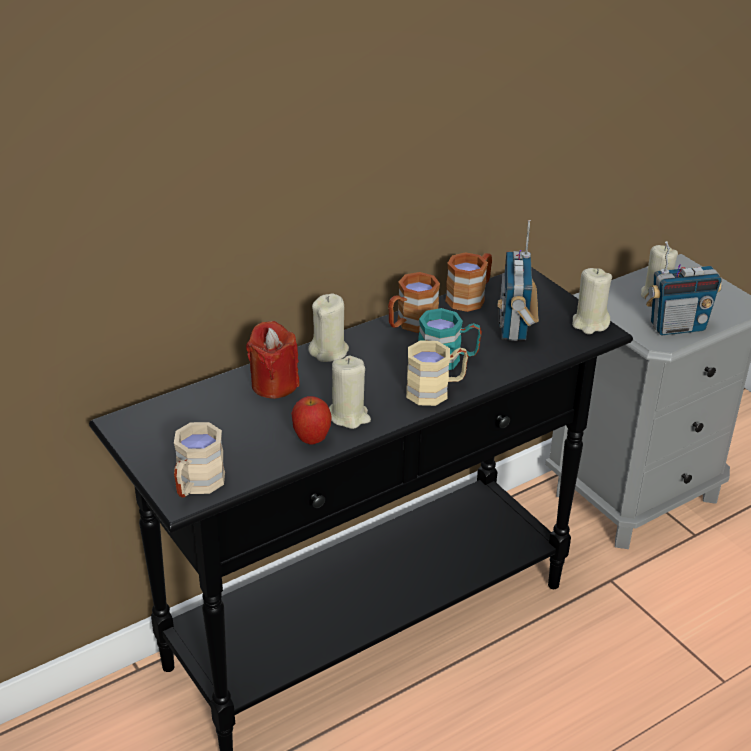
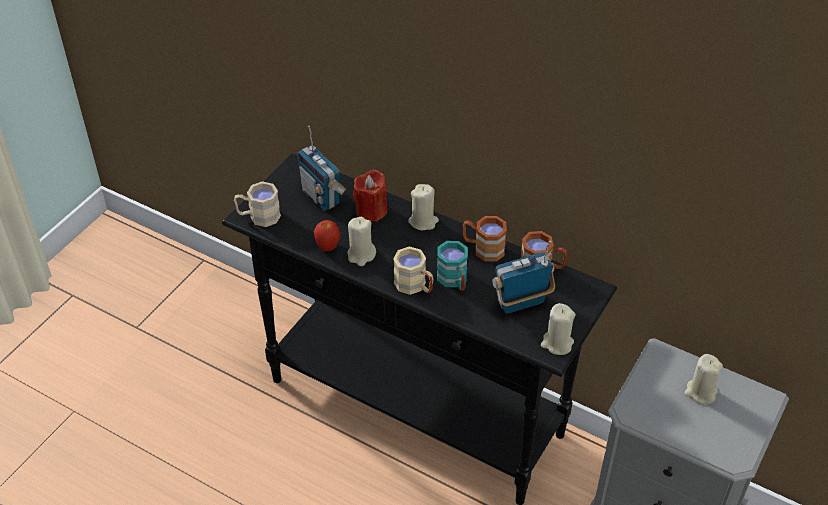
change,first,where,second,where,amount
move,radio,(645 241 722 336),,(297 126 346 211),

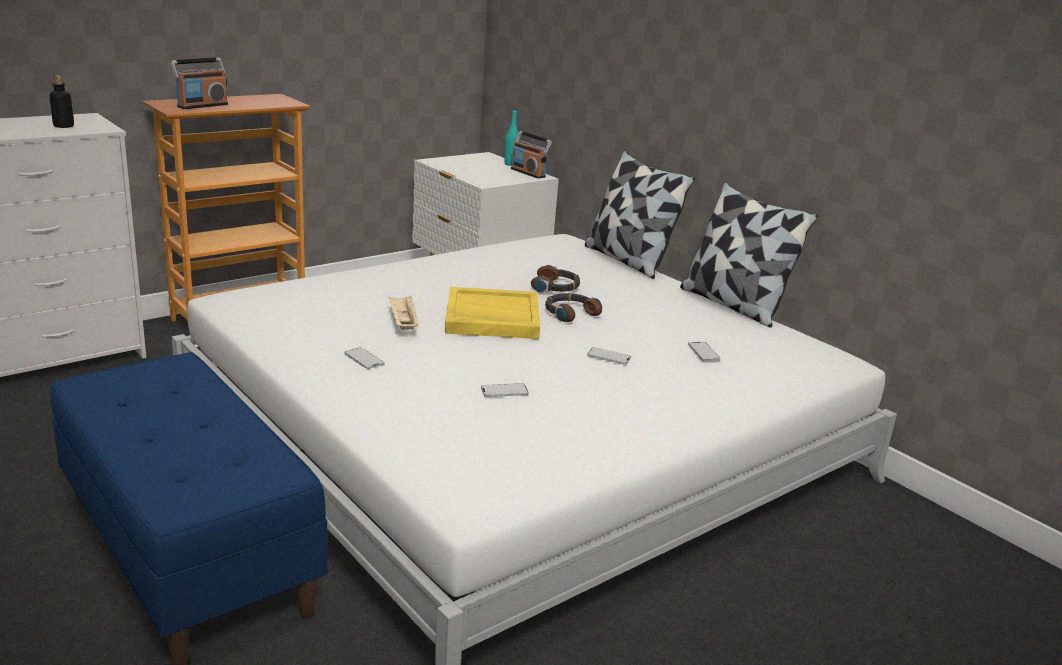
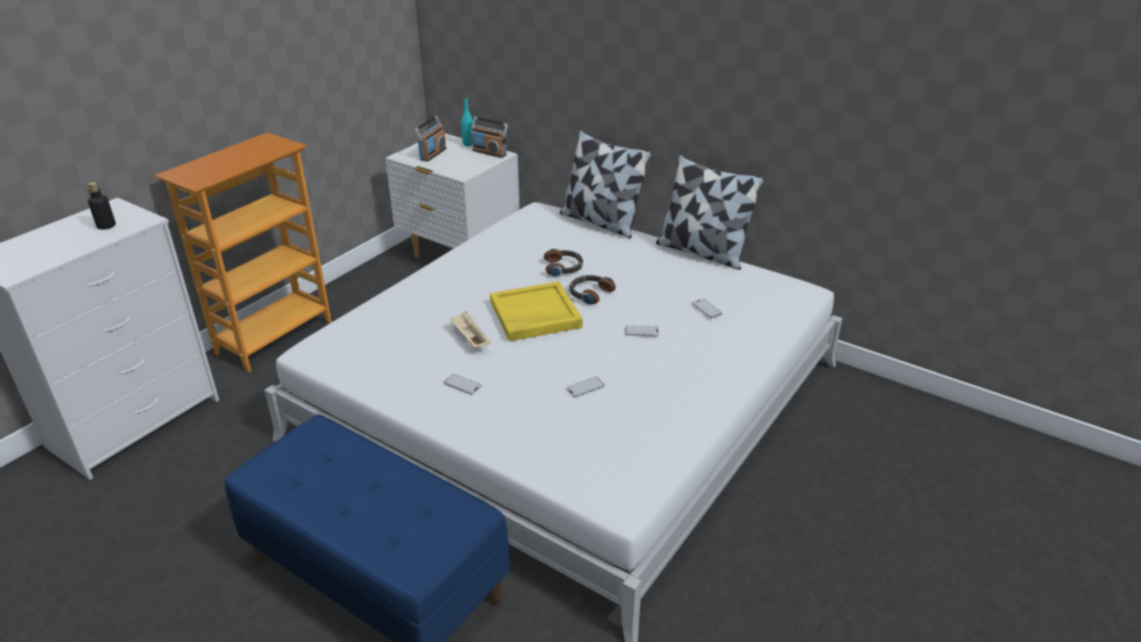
change,first,where,second,where,amount
move,radio,(170 57 228 109),,(414 116 447 162),

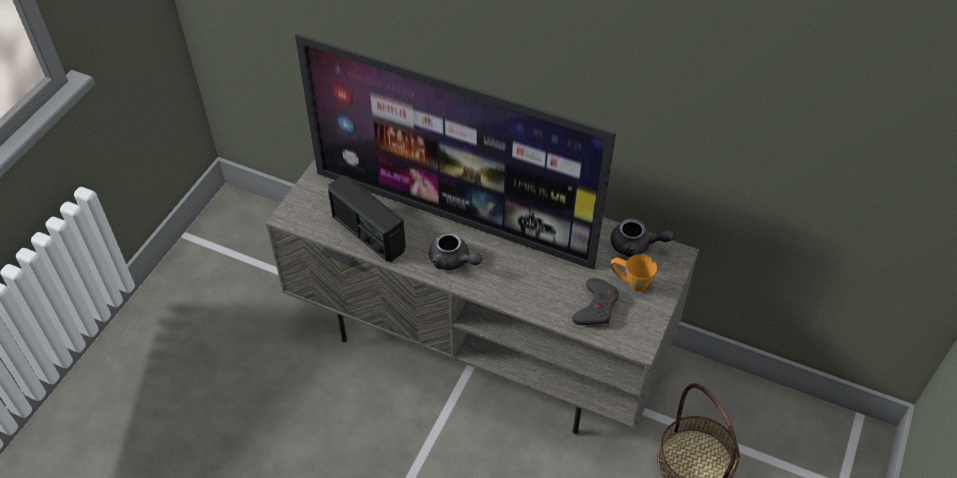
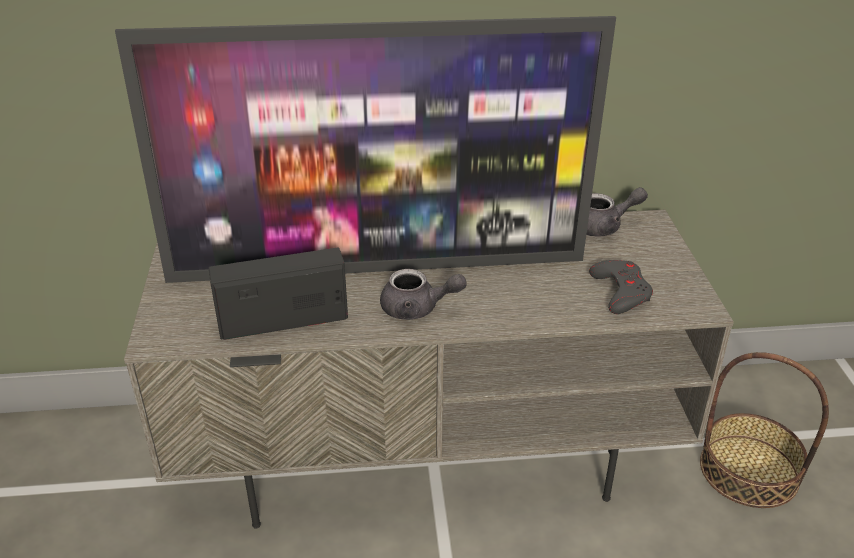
change,first,where,second,where,amount
rotate,radio,(328 175 406 262),,(209 247 348 340),150 degrees clockwise
delete,kubek (pomarańczowy),(611 254 657 292),,,

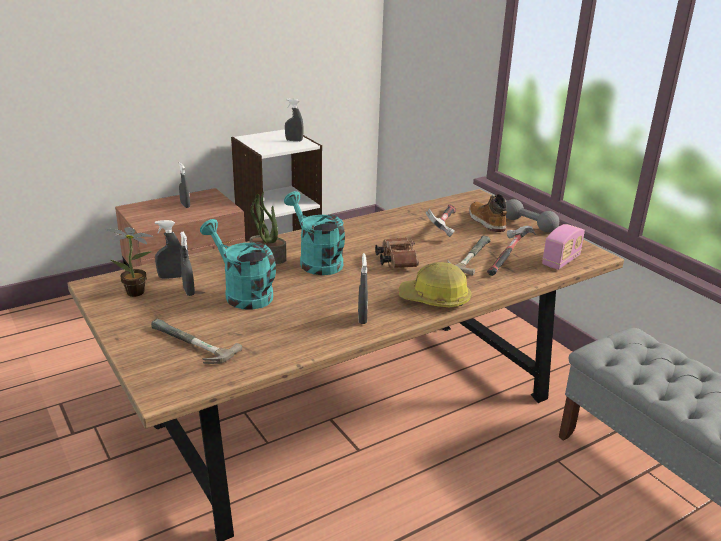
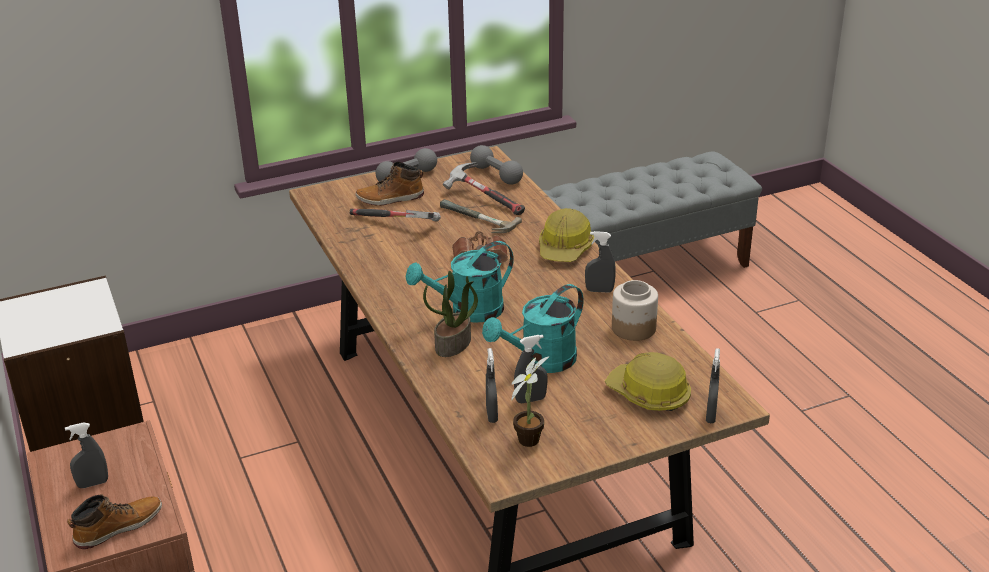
change,first,where,second,where,amount
move,spryskiwacz (szary),(285 99 303 141),,(706 349 720 423),
replace,radio,(542 224 585 270),hantel (szary),(470 145 523 185),
replace,młotek,(151 319 242 364),kask,(605 352 691 411),
insert,,,słoik,(612 280 658 341),
insert,,,but z cholewką,(67 494 162 549),

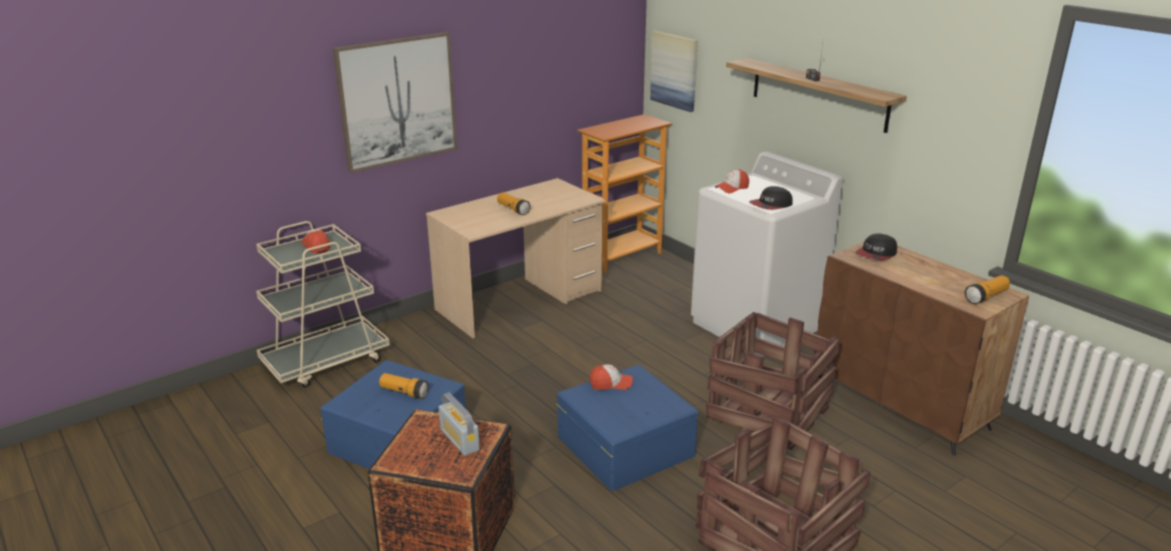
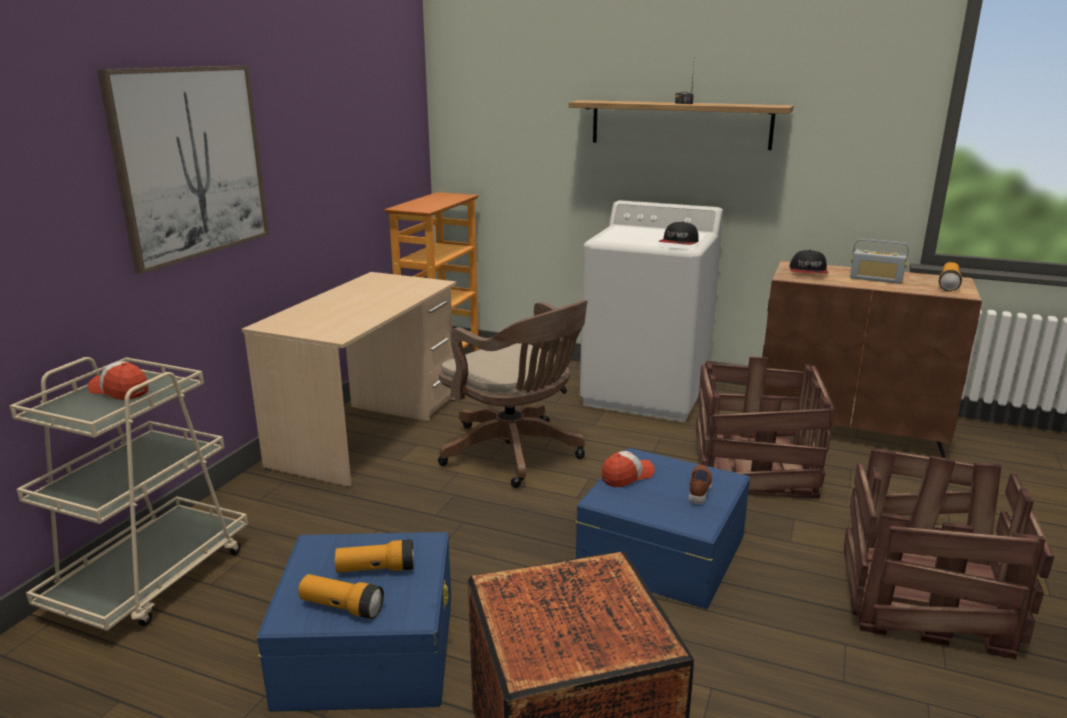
change,first,where,second,where,amount
delete,obraz,(650 31 698 112),,,
delete,czapka z daszkiem,(715 169 749 193),,,
move,latarka,(497 192 531 215),,(298 574 384 619),
move,radio,(438 393 480 456),,(850 239 909 284),
insert,,,krzesło biurowe (brązowy),(438 300 588 488),
insert,,,but (brązowy),(689 464 712 504),

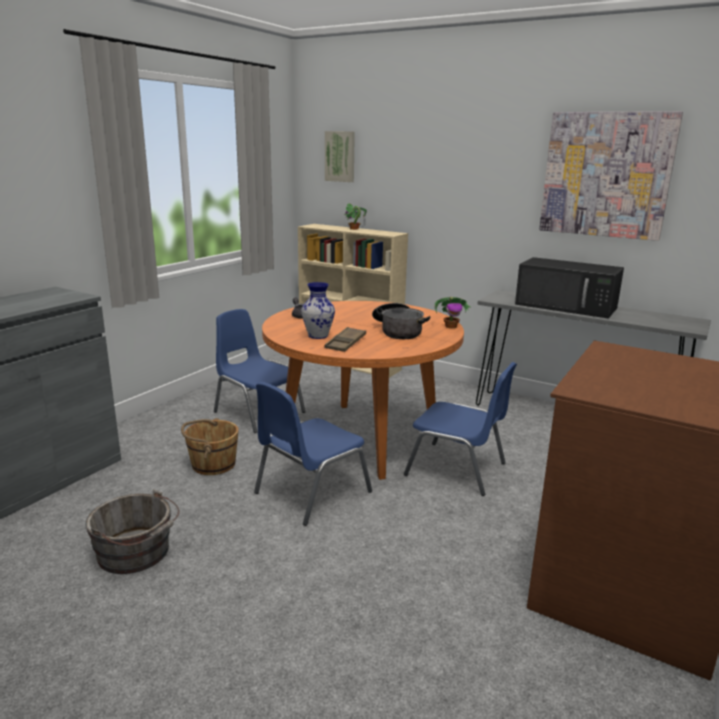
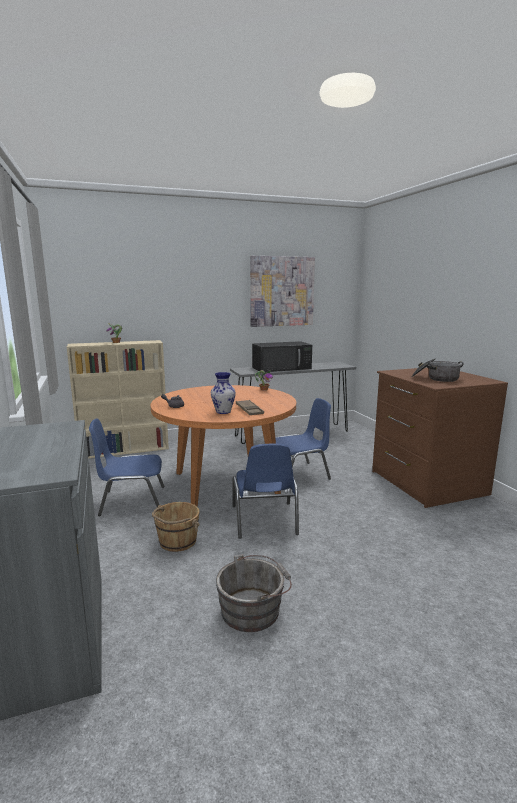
change,first,where,second,where,amount
delete,obraz,(325 131 355 182),,,
move,garnek,(372 303 430 339),,(411 358 464 382),

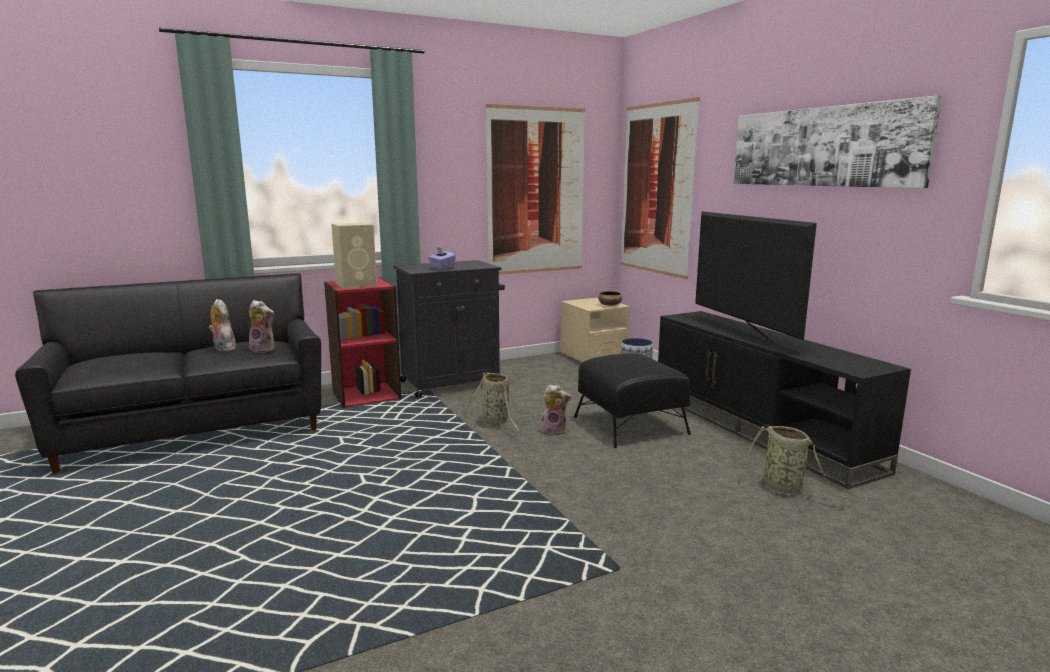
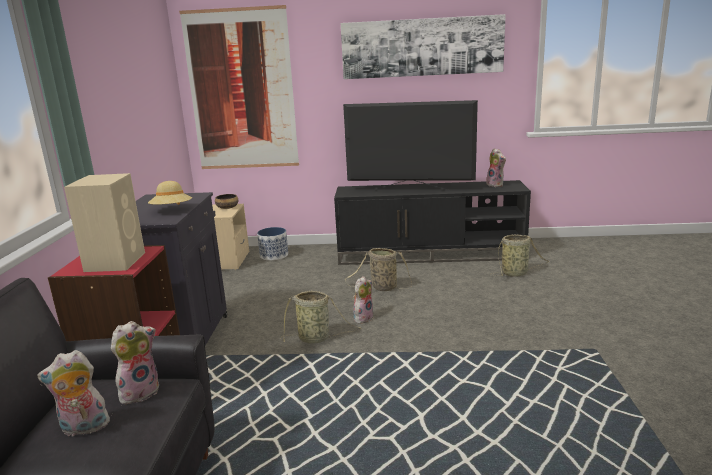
change,first,where,second,where,amount
delete,obraz,(486 104 585 275),,,
replace,pudełko chusteczek (fioletowy),(428 247 456 270),kapelusz (beżowy),(148 181 192 205),
replace,pufa (czarny),(574 353 691 448),koszyk,(345 248 412 291),
insert,,,pluszak,(486 148 506 187),

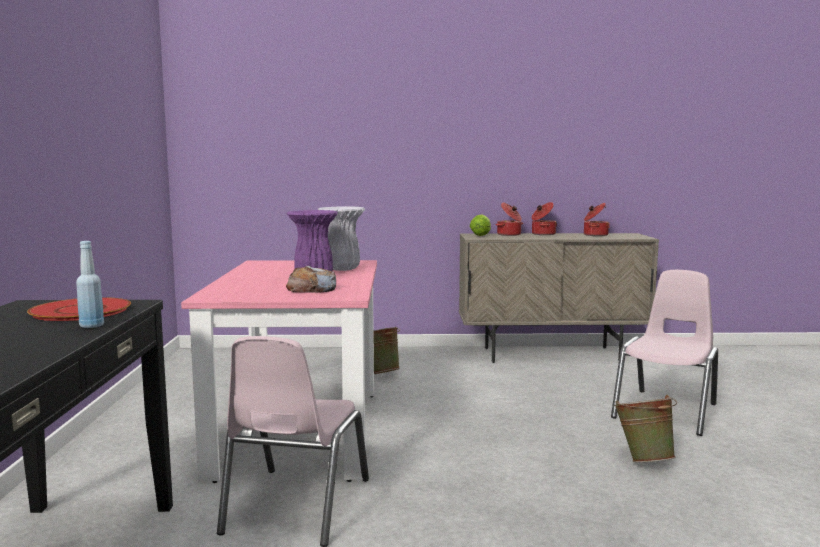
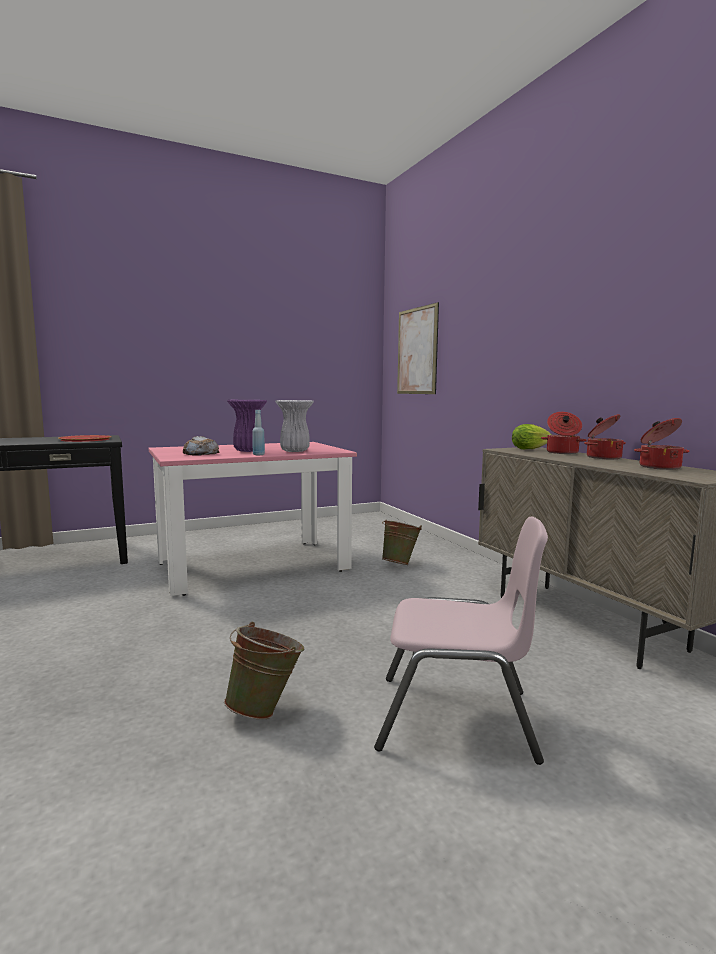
change,first,where,second,where,amount
move,butelka (niebieski),(76 241 104 328),,(252 410 265 455),
delete,krzesło (różowy),(217 336 369 547),,,
insert,,,obraz,(397 302 439 394),

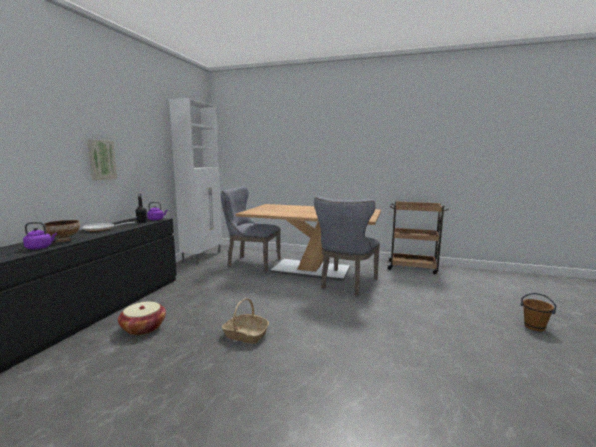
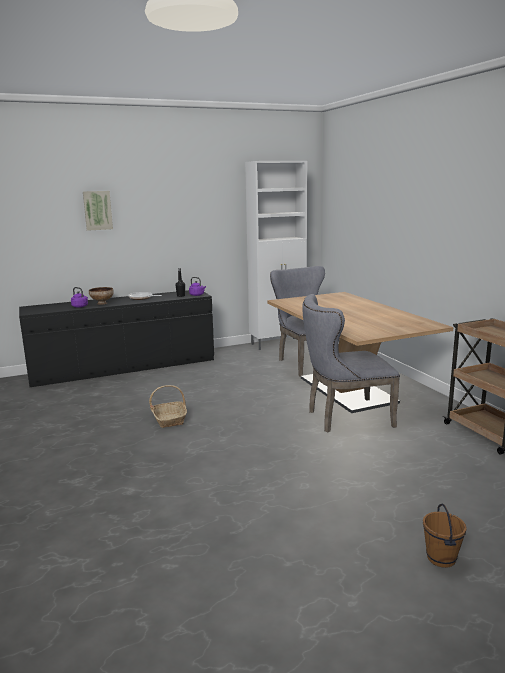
change,first,where,second,where,amount
move,obraz,(87 139 117 181),,(83 191 113 231),
delete,koszyk,(118 302 166 335),,,

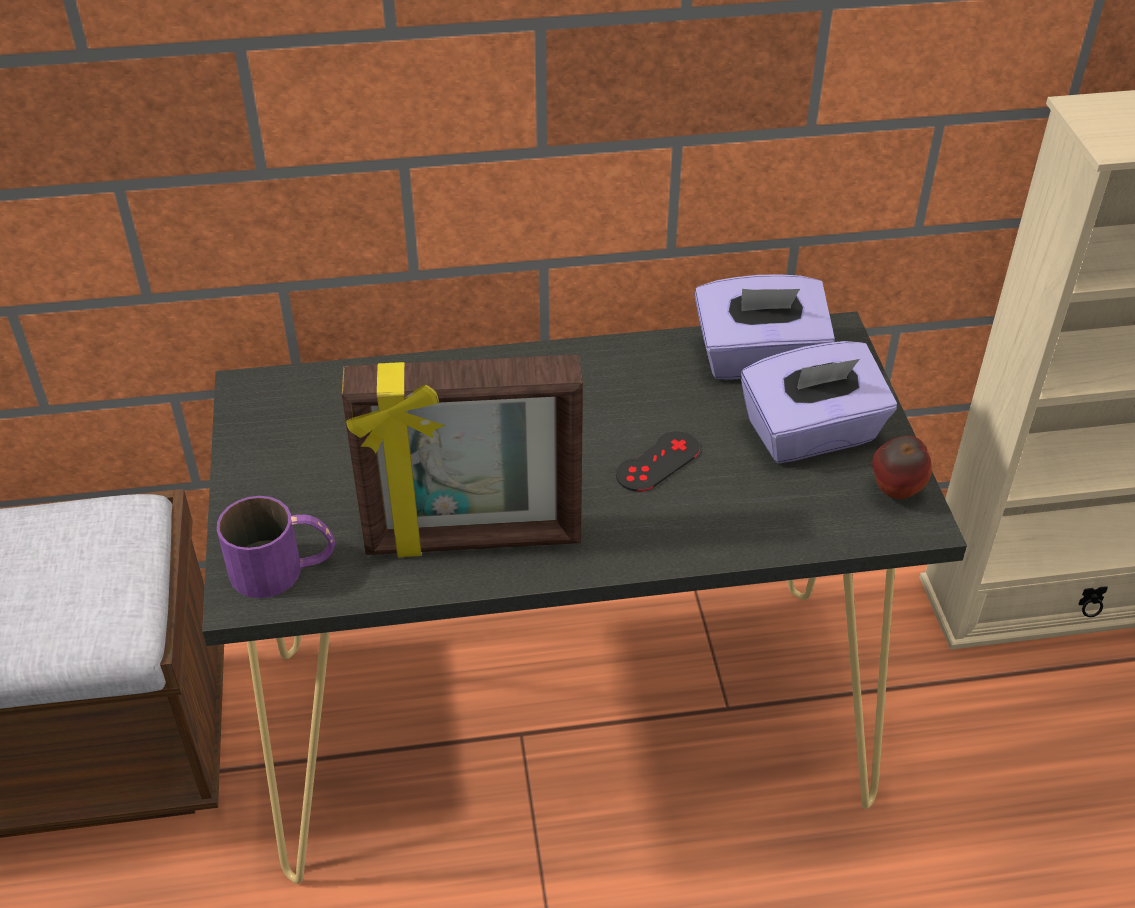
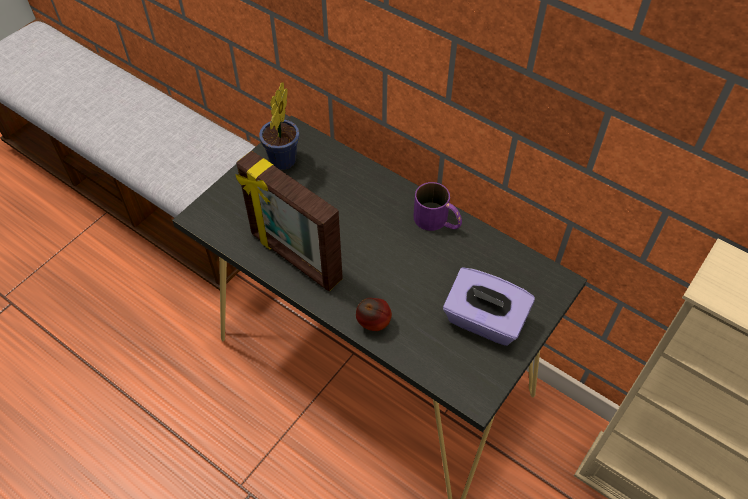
change,first,where,second,where,amount
delete,pudełko chusteczek (fioletowy),(694 275 835 380),,,
delete,pad do gier (czarny),(616 432 700 492),,,
move,jabłko,(872 435 932 499),,(356 298 392 331),
move,kubek (fioletowy),(217 496 335 598),,(414 182 462 231),
insert,,,roślina doniczkowa,(259 82 299 170),

